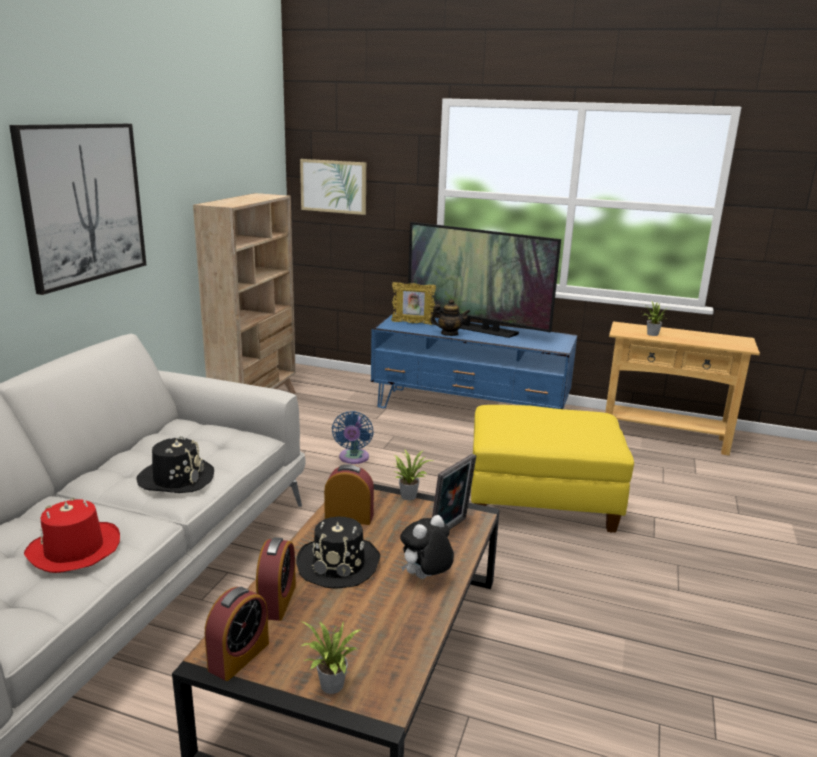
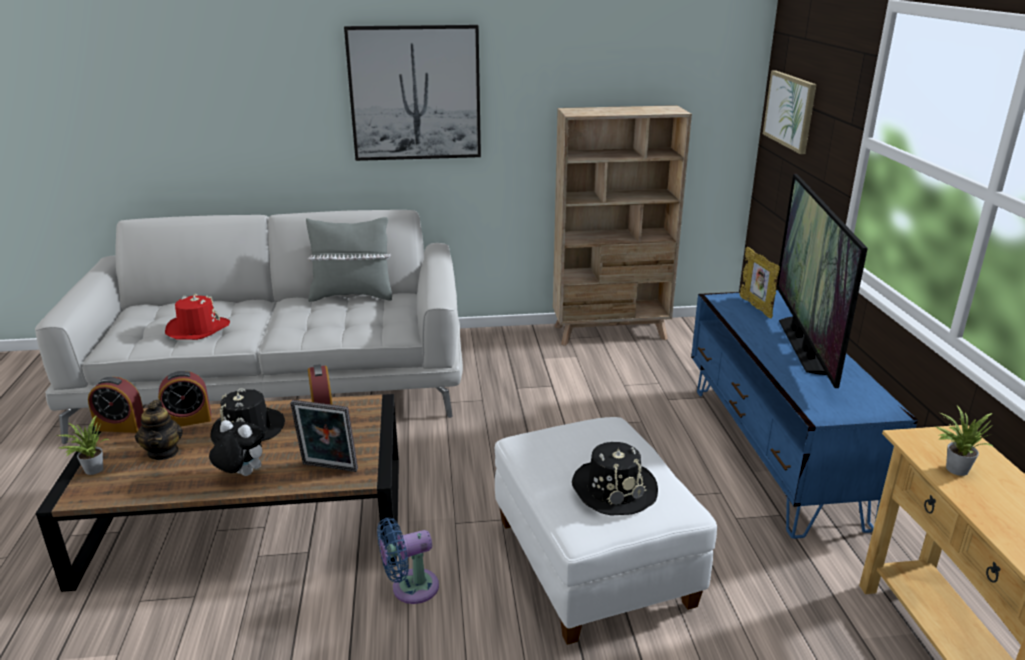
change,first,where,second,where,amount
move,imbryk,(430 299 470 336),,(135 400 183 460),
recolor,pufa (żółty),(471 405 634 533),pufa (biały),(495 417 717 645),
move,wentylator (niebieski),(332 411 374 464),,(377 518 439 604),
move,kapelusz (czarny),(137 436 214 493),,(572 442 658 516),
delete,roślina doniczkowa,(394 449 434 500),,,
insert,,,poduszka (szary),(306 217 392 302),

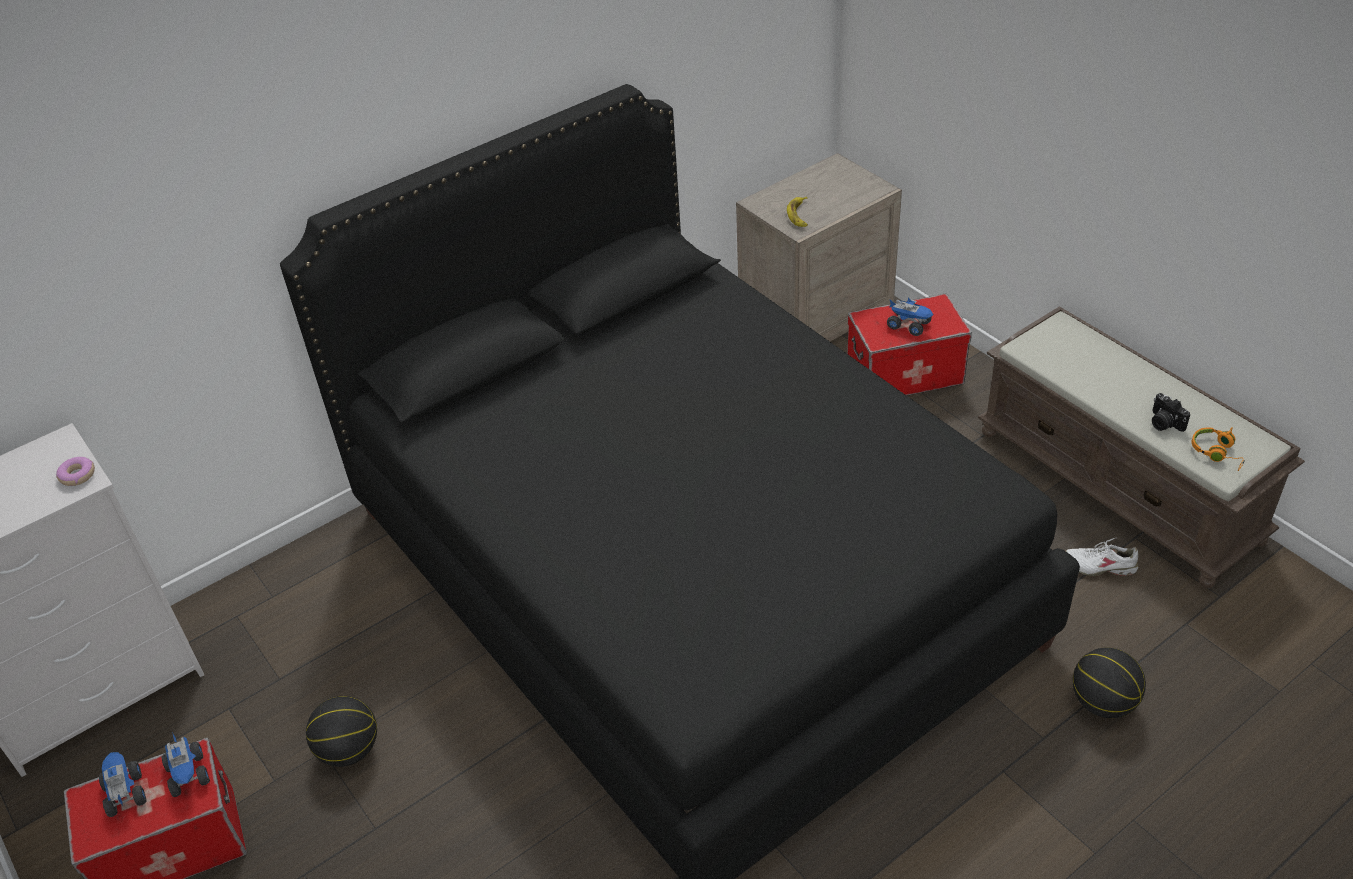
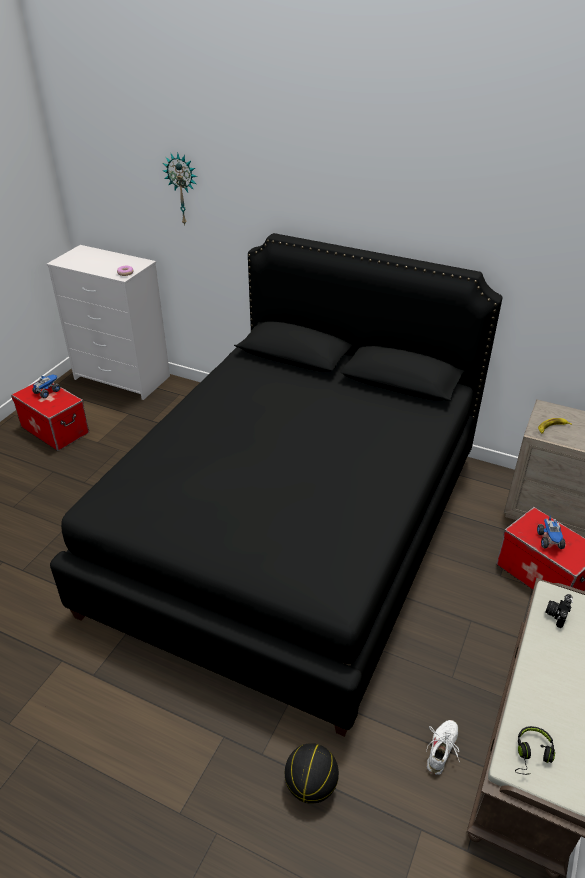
change,first,where,second,where,amount
move,aparat fotograficzny,(1152 393 1190 432),,(545 594 573 628),
recolor,słuchawki (pomarańczowy),(1191 427 1245 471),słuchawki (czarny),(515 726 555 775),
rotate,but (biały),(1066 538 1138 576),,(425 720 460 775),45 degrees clockwise
delete,piłka do koszykówki,(306 696 377 767),,,
delete,ciężarówka zabawkowa,(161 732 210 797),,,
insert,,,zegar ścienny,(163 152 197 226),

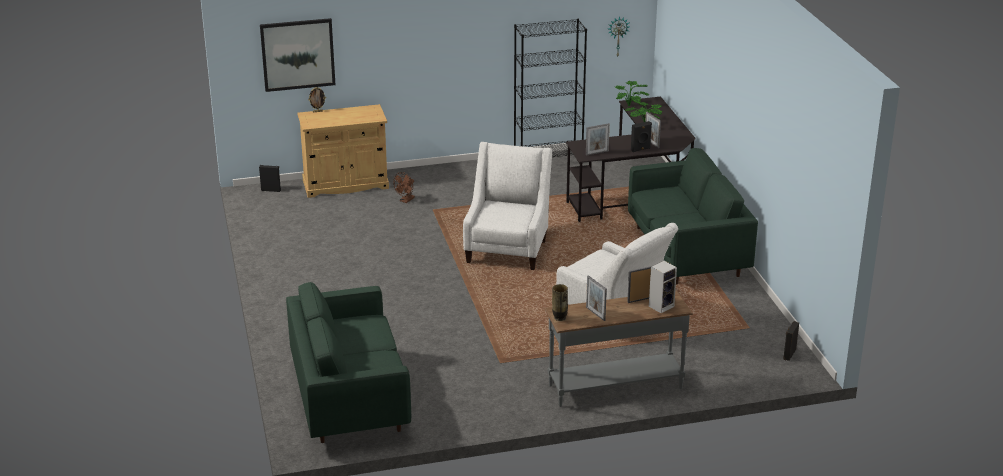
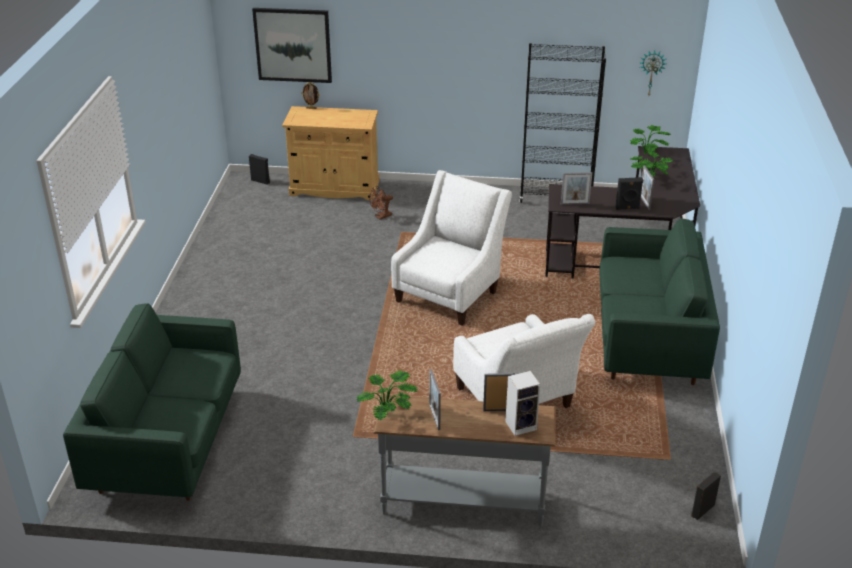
change,first,where,second,where,amount
replace,wazon,(552 284 568 321),roślina doniczkowa,(356 370 418 420),

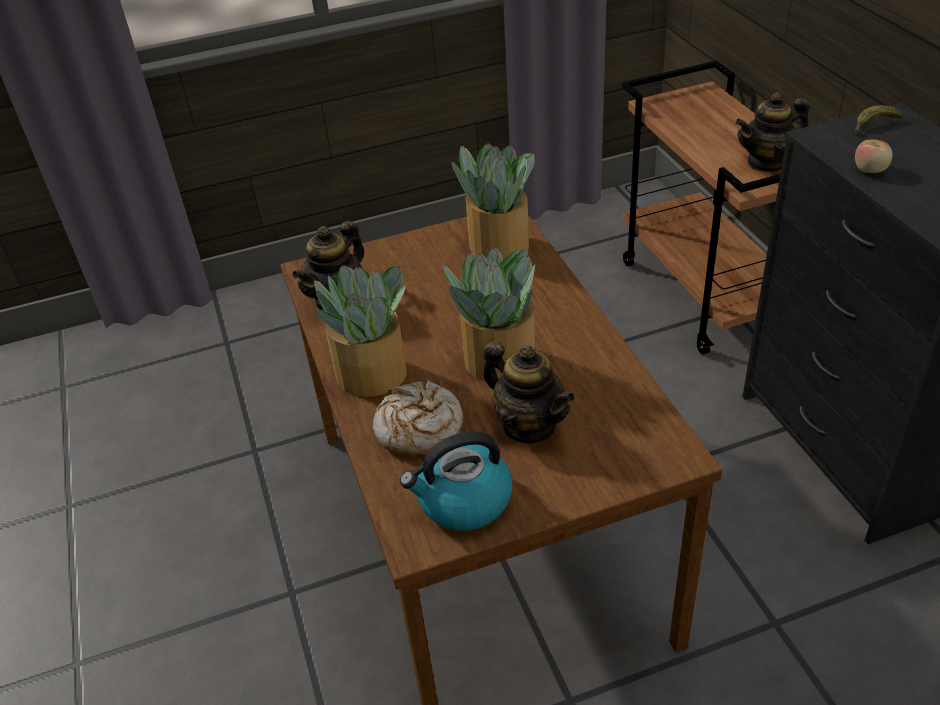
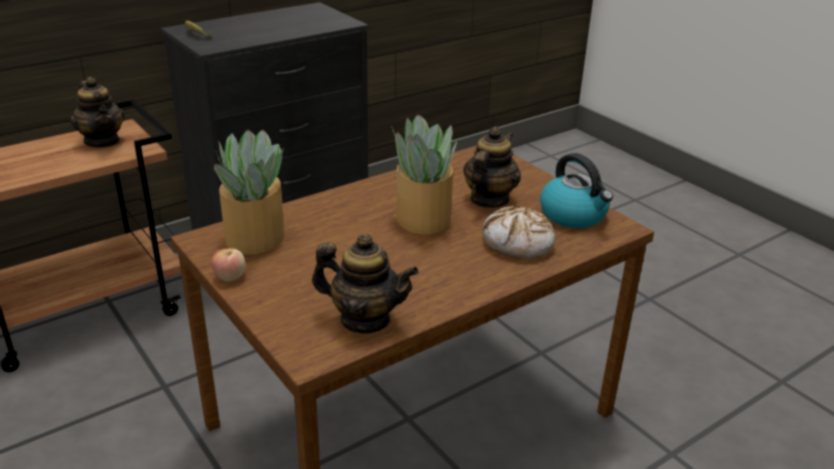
change,first,where,second,where,amount
move,jabłko,(855 139 893 173),,(211 248 245 282),
delete,roślina doniczkowa,(314 265 406 397),,,

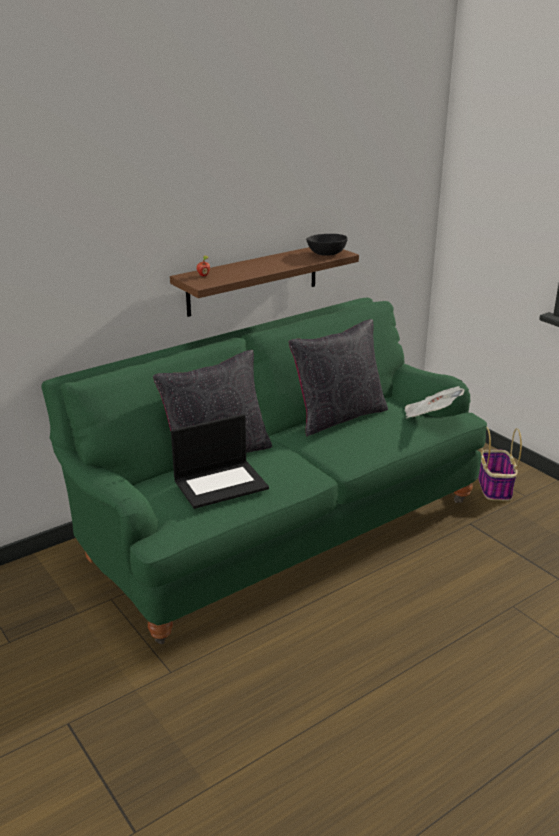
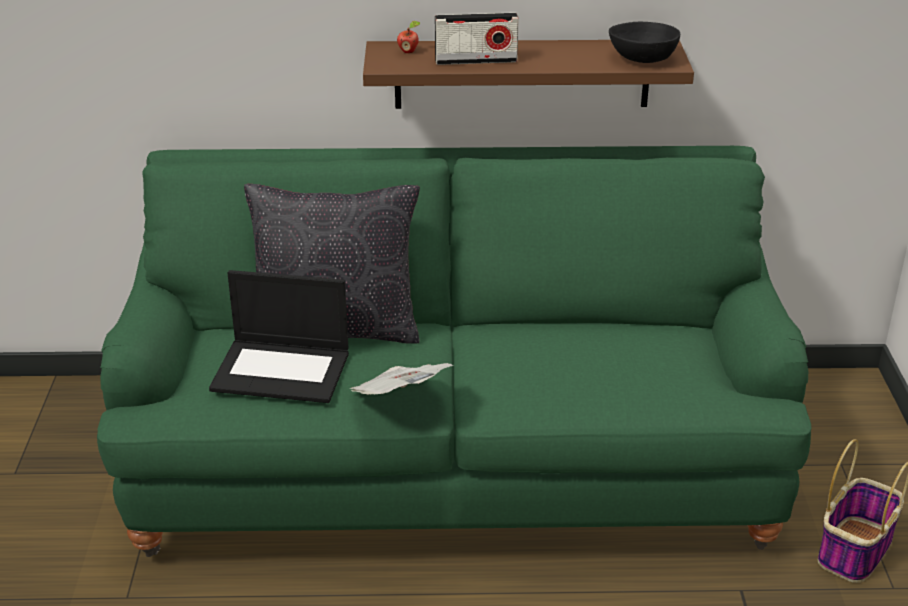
change,first,where,second,where,amount
delete,poduszka (czarny),(289 319 388 436),,,
move,gazeta,(405 386 465 418),,(350 363 453 394),
insert,,,radio,(435 12 519 65),

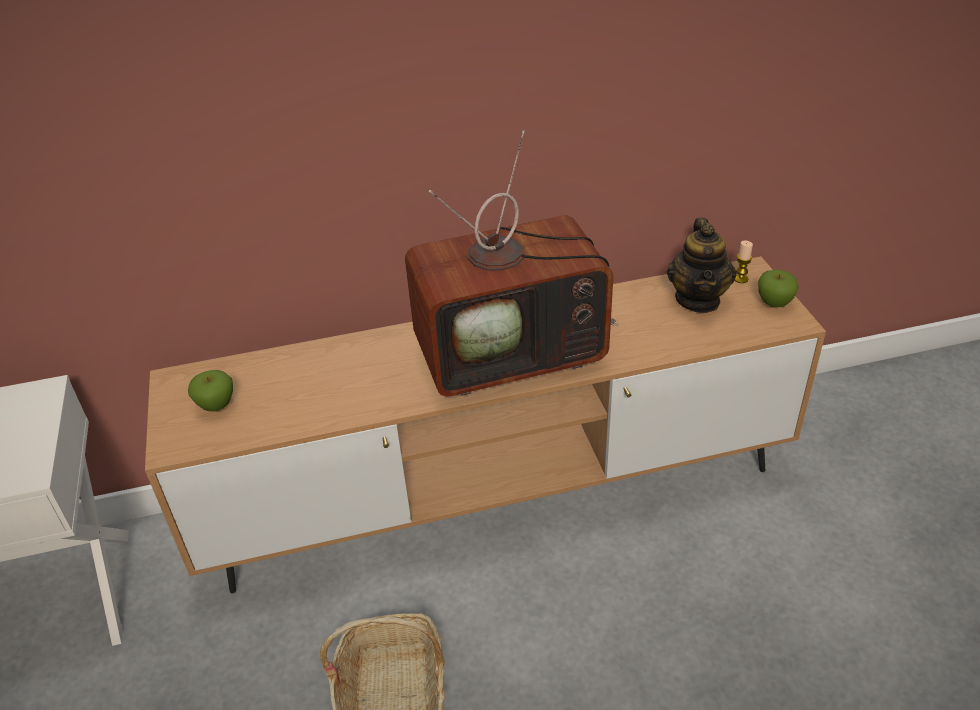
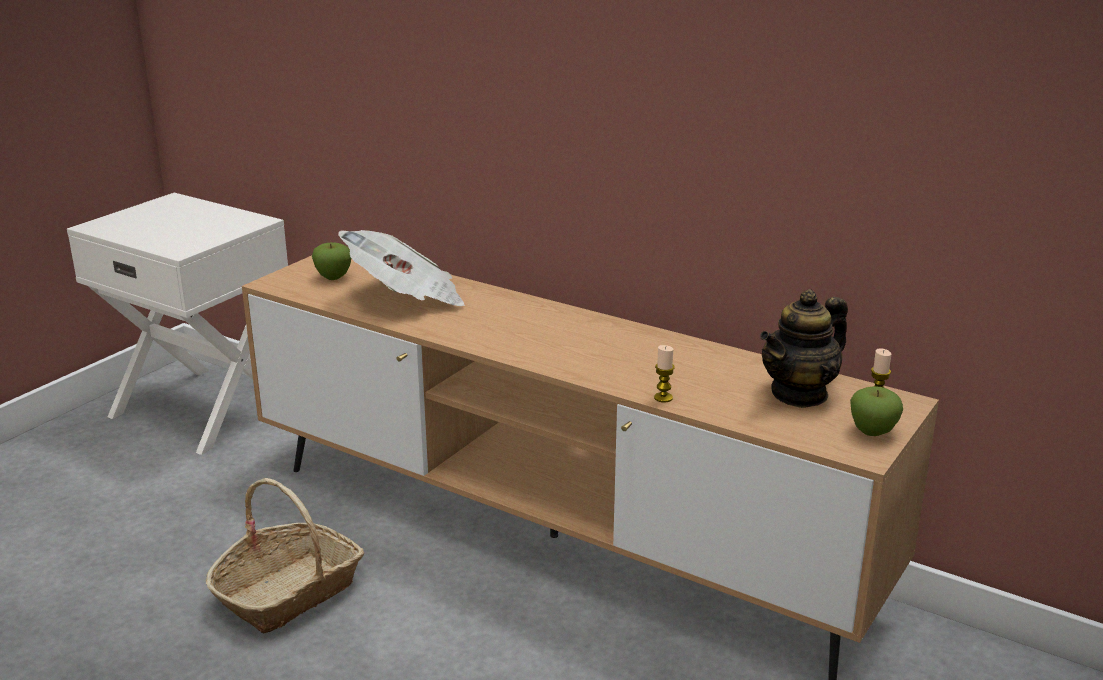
change,first,where,second,where,amount
delete,telewizor,(405 130 618 397),,,
insert,,,gazeta,(338 230 465 306),
insert,,,świeca,(654 345 675 402),

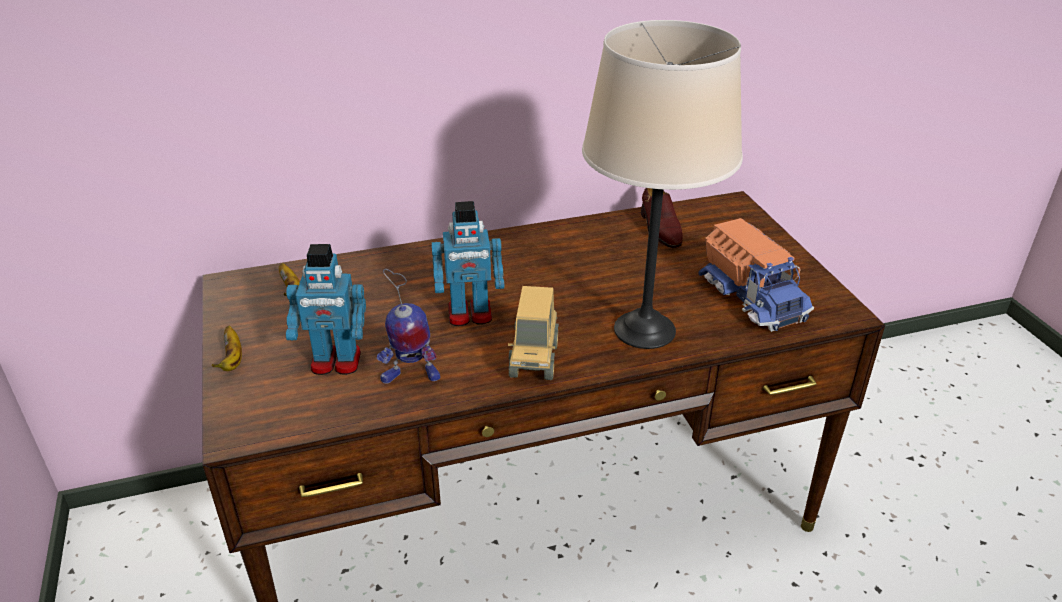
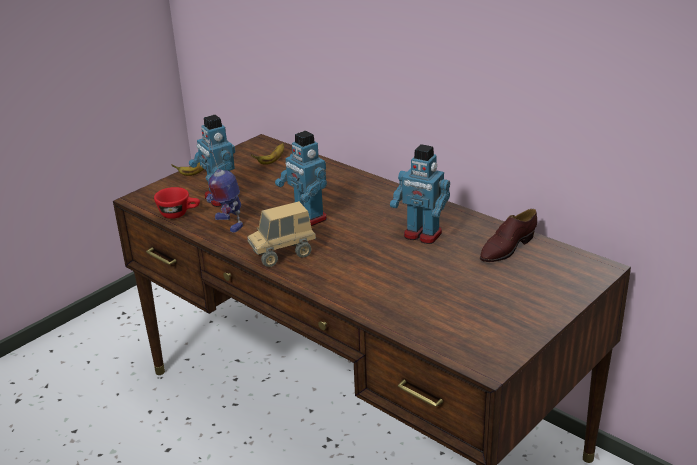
change,first,where,second,where,amount
delete,lampa stołowa (beżowy),(582 20 743 349),,,
delete,ciężarówka zabawkowa,(698 218 814 332),,,
insert,,,robot zabawkowy,(390 144 450 244),
insert,,,filiżanka (czerwony),(154 187 200 219),

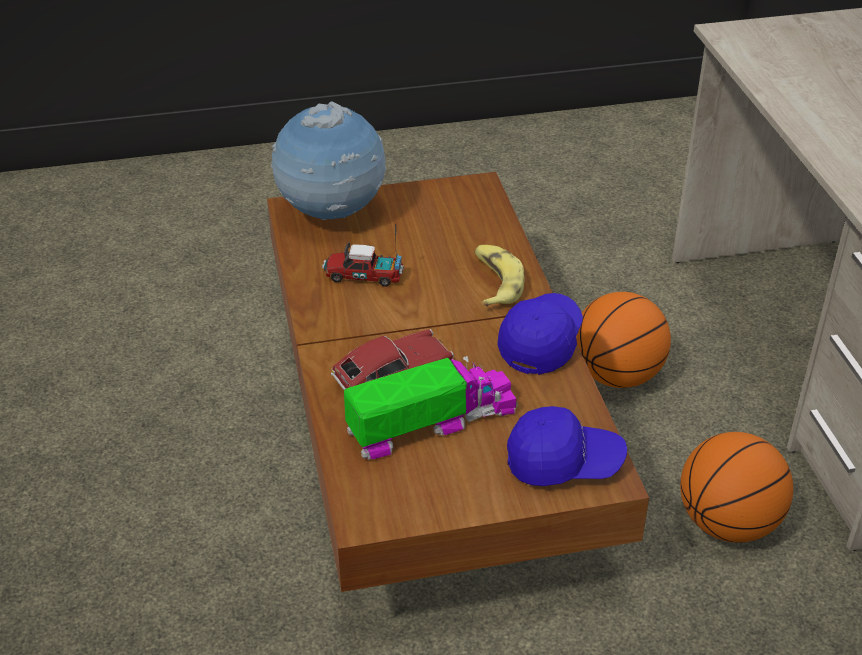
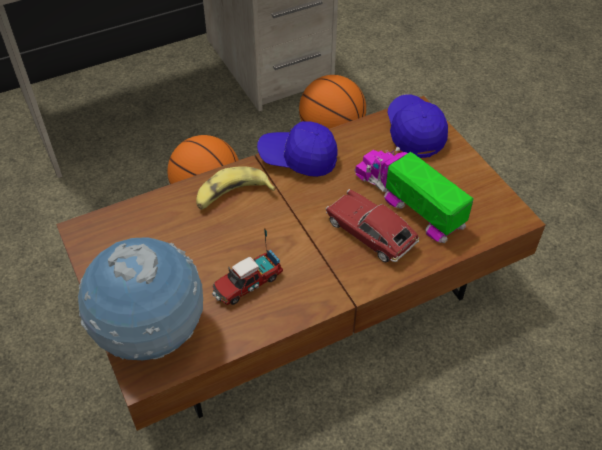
change,first,where,second,where,amount
rotate,ciężarówka zabawkowa,(322 222 404 287),,(212 228 283 305),60 degrees clockwise

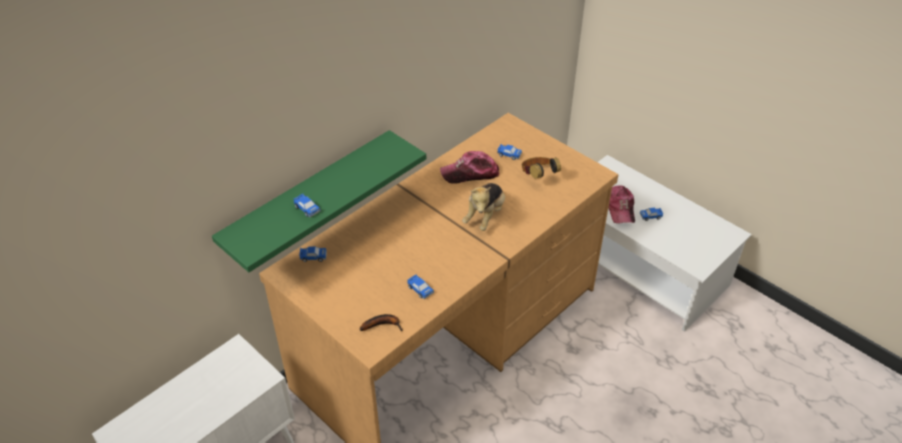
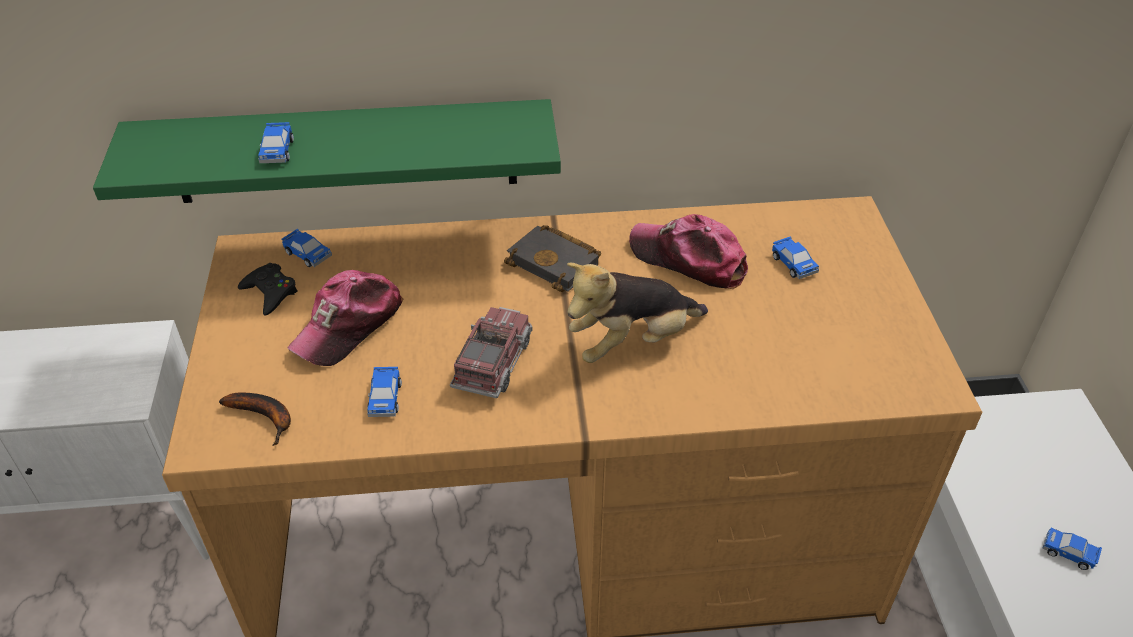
change,first,where,second,where,amount
delete,słuchawki,(522 157 561 179),,,
move,czapka z daszkiem,(608 185 635 223),,(287 270 403 366),
insert,,,książka (czarny),(504 225 601 292),
insert,,,pad do gier (czarny),(238 263 298 316),
insert,,,ciężarówka zabawkowa,(450 307 533 398),

